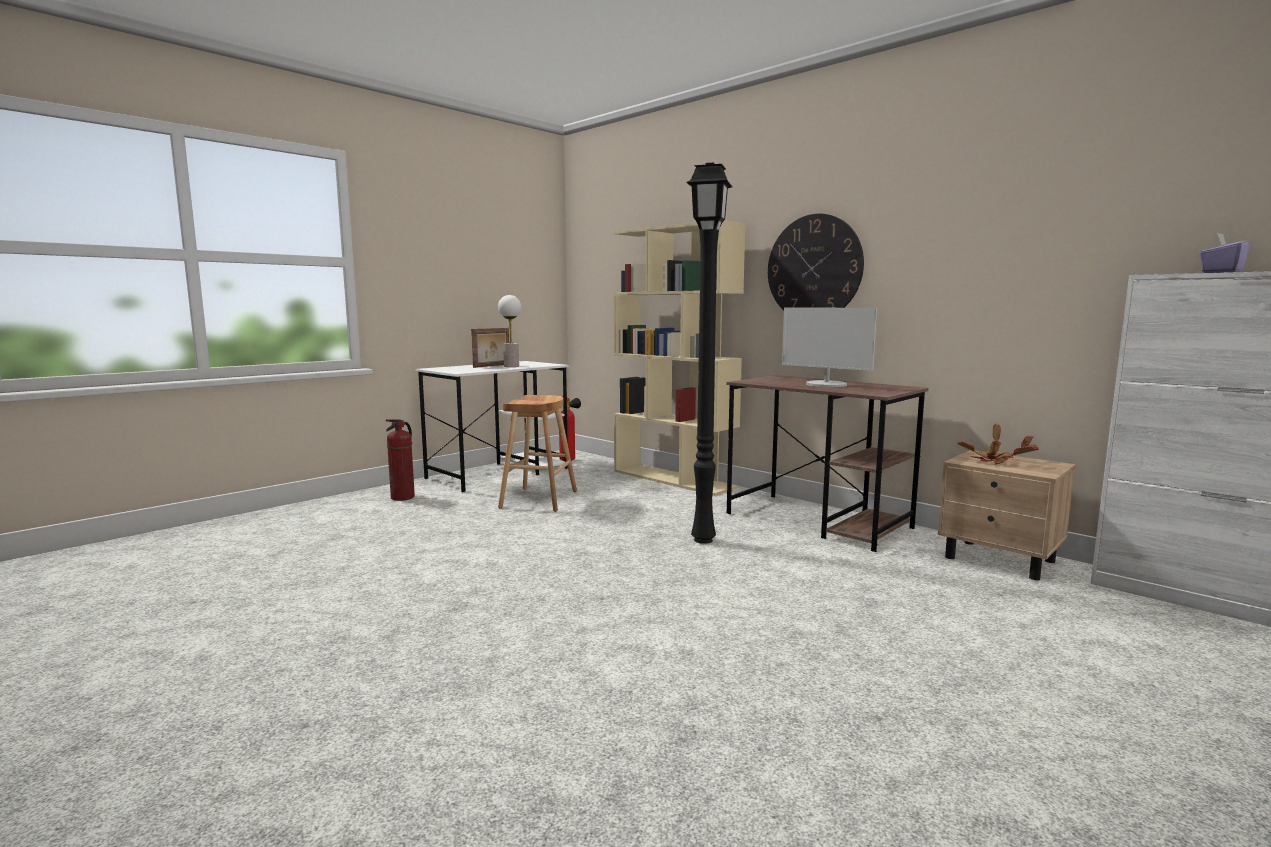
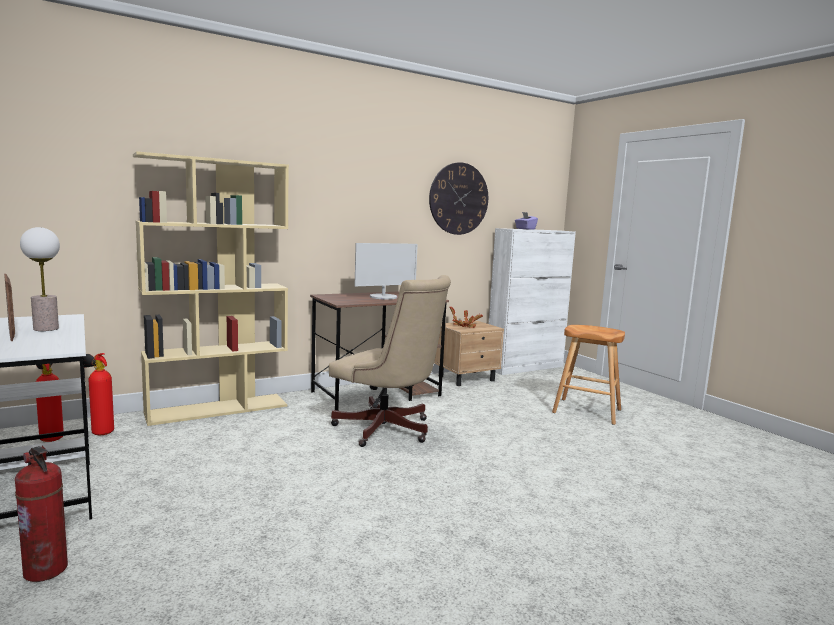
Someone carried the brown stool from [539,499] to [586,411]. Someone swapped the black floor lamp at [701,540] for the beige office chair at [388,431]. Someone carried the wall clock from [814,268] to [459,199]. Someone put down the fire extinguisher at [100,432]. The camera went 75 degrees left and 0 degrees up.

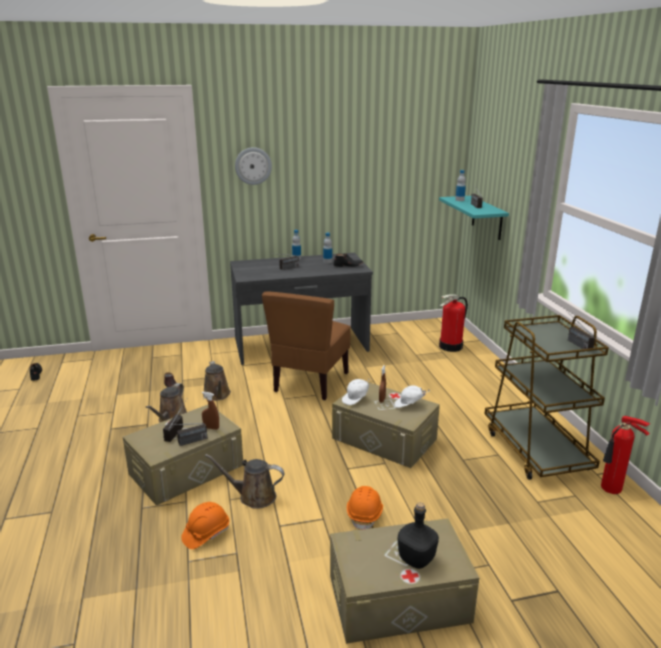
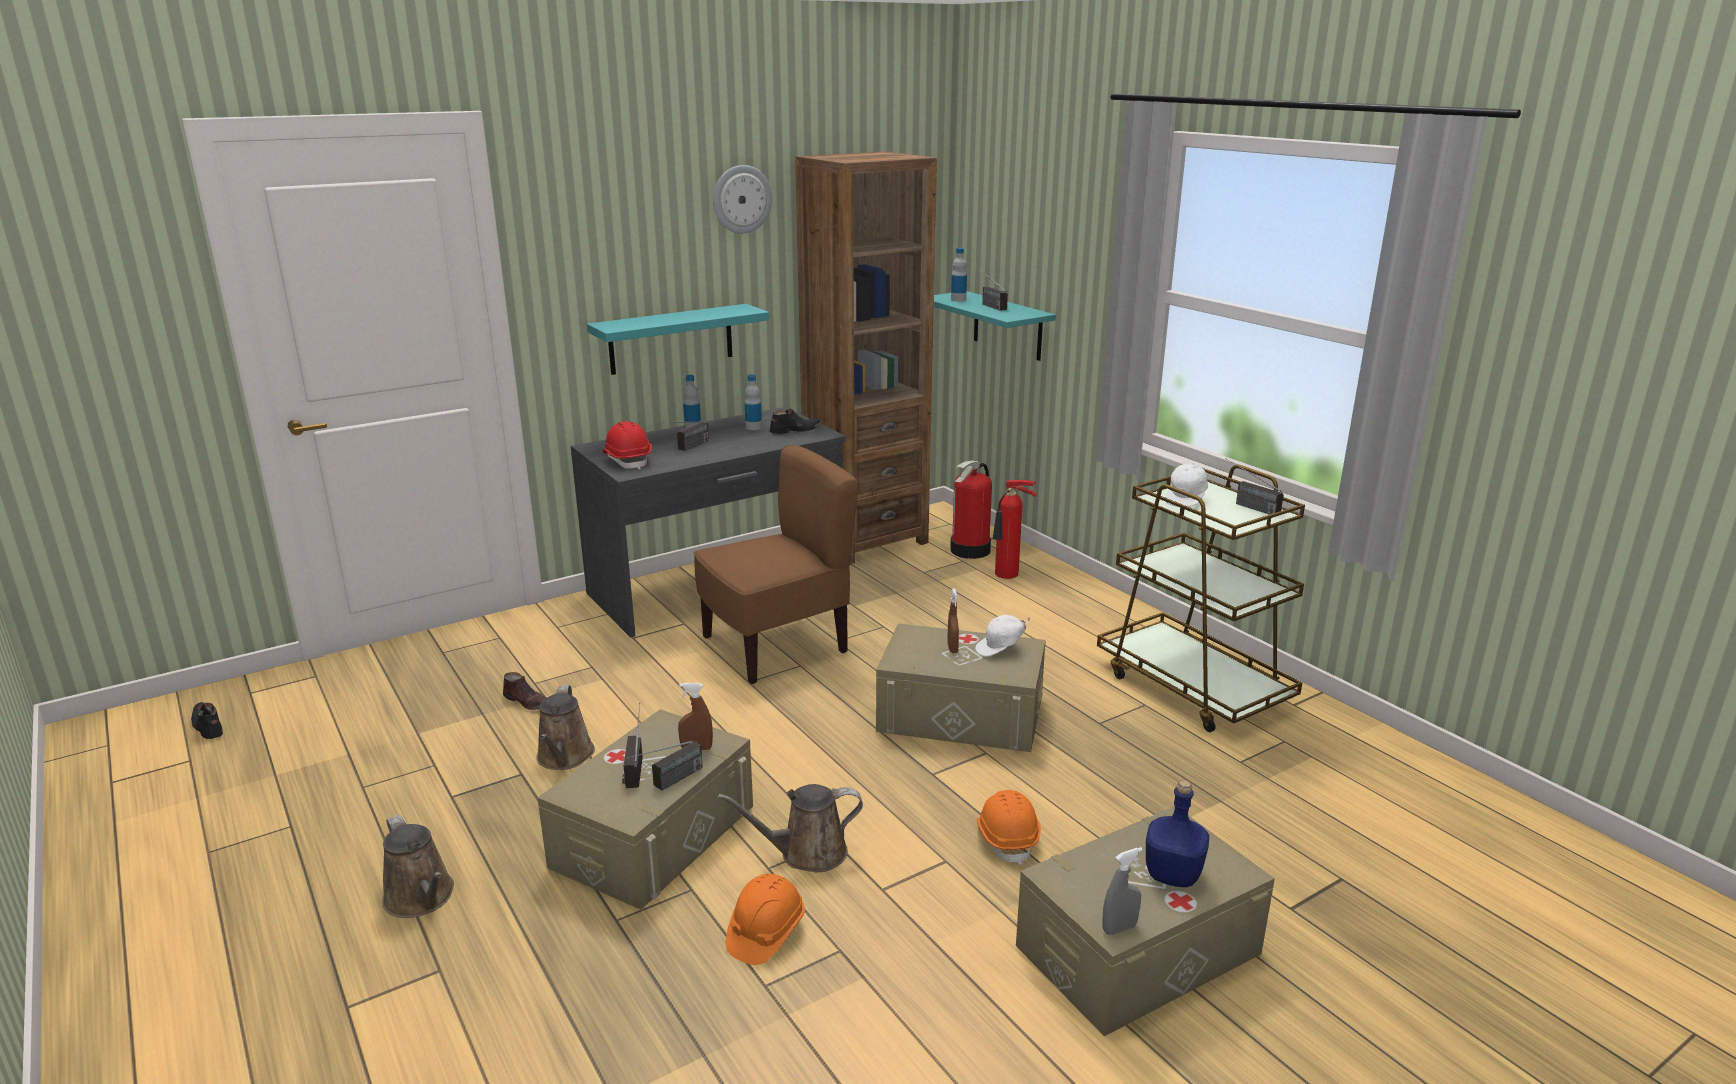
Someone carried the brown watering can from [217,395] to [422,898]. Someone carried the wall clock from [253,166] to [741,199]. Someone rotated the brown chair at [310,382] by 120 degrees counterclockwise. Someone carried the white cap from [356,399] to [1186,499]. Someone repainted the black bottle at [417,559], which became the blue bottle at [1174,875]. Someone carried the fire extinguisher from [611,489] to [1007,575]. Someone put up the turquoise shelf at [671,339]. Someone put down the red hard hat at [628,460]. Someone put down the brown bookcase at [865,540]. Someone put down the grey spray bottle at [1119,928]. The camera went 20 degrees left and 0 degrees up.

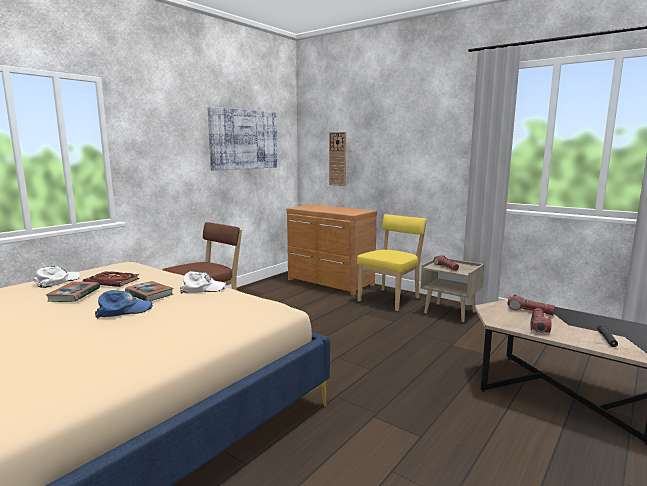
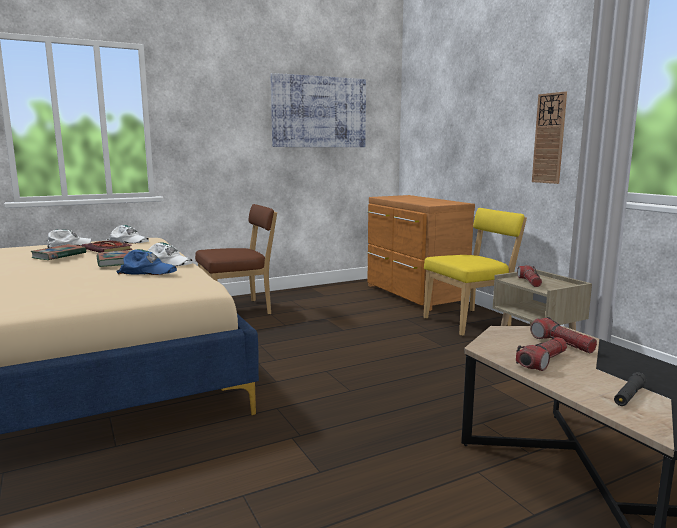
Someone carried the blue cap from [123,310] to [147,271]. Someone carried the wall clock from [338,159] to [549,138]. Someone put down the white cap at [128,241]. The camera went 25 degrees right and 0 degrees up.

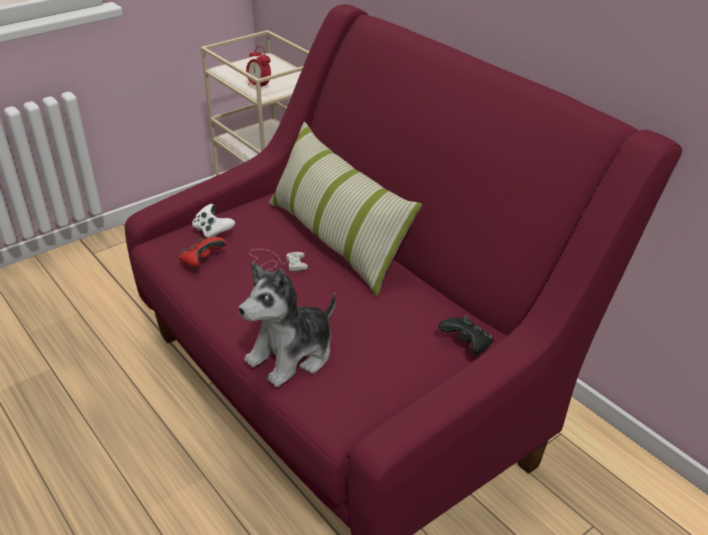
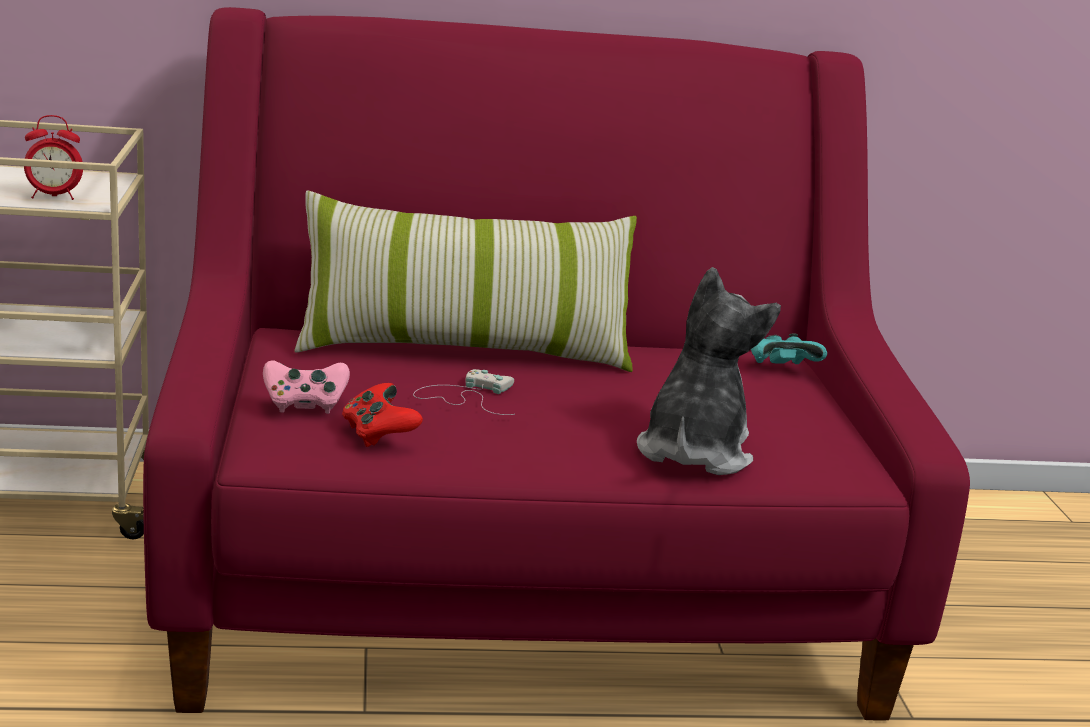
Someone repainted the white game controller at [213,231], which became the pink game controller at [304,405]. Someone rotated the plush toy at [292,355] by 150 degrees counterclockwise. Someone repainted the black game controller at [467,345], which became the turquoise game controller at [781,368]. The camera went 60 degrees left and 15 degrees down.

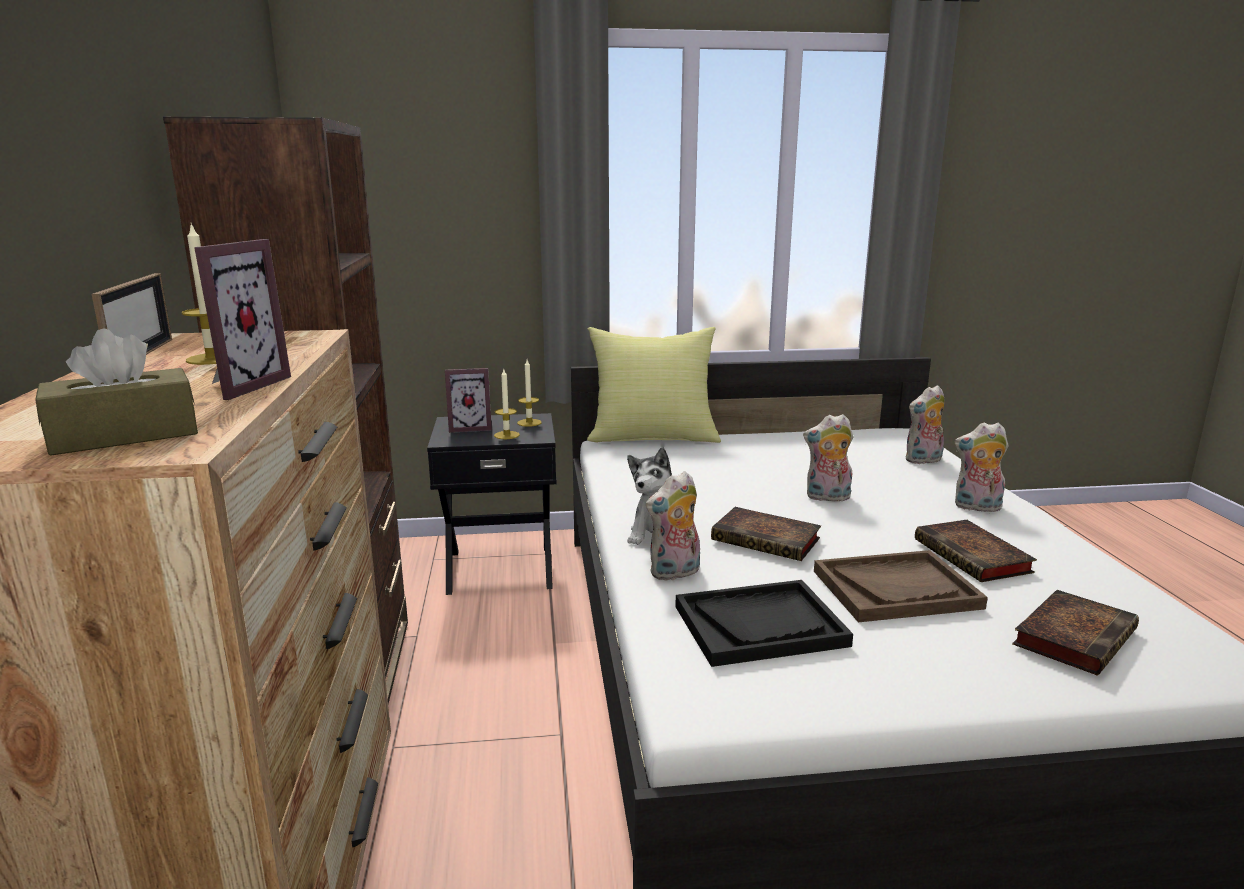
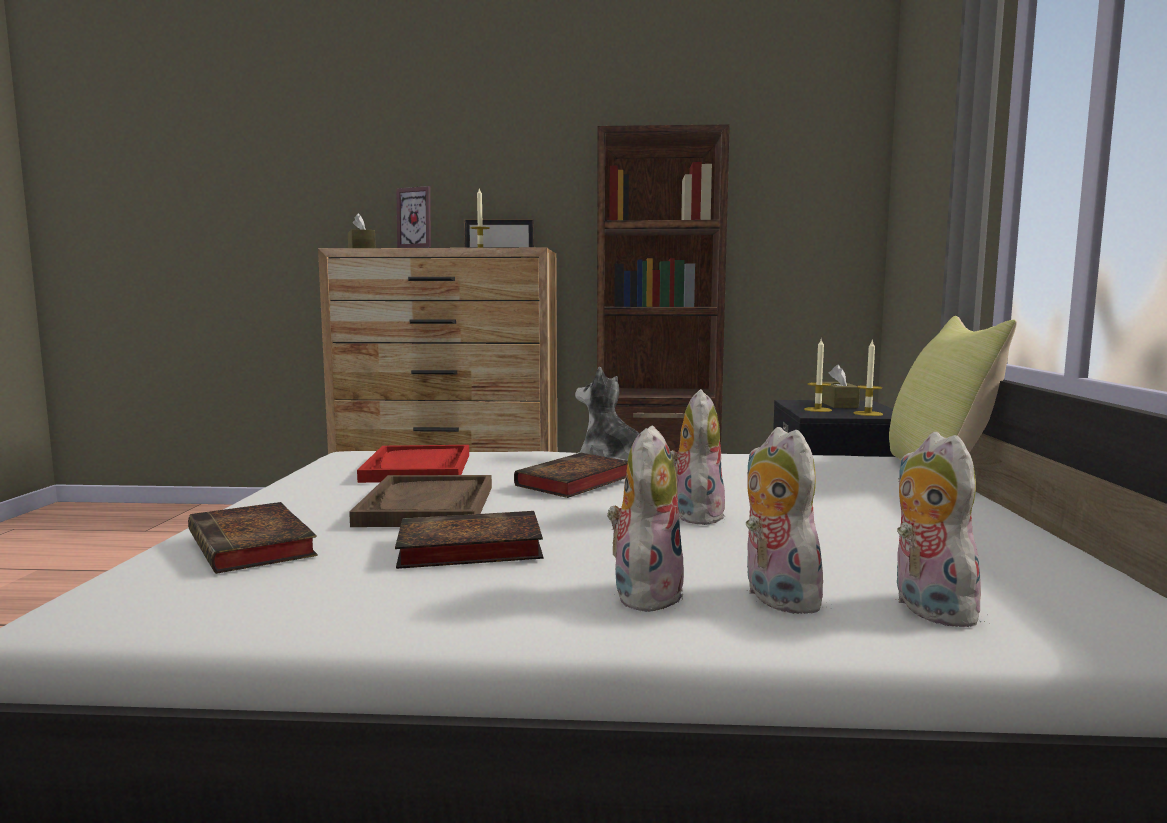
Someone swapped the picture frame at [470,428] for the brown tissue box at [838,404]. Someone carried the plush toy from [675,573] to [775,597]. Someone repainted the black tray at [760,625], which became the red tray at [418,468]. The camera went 100 degrees right and 10 degrees down.

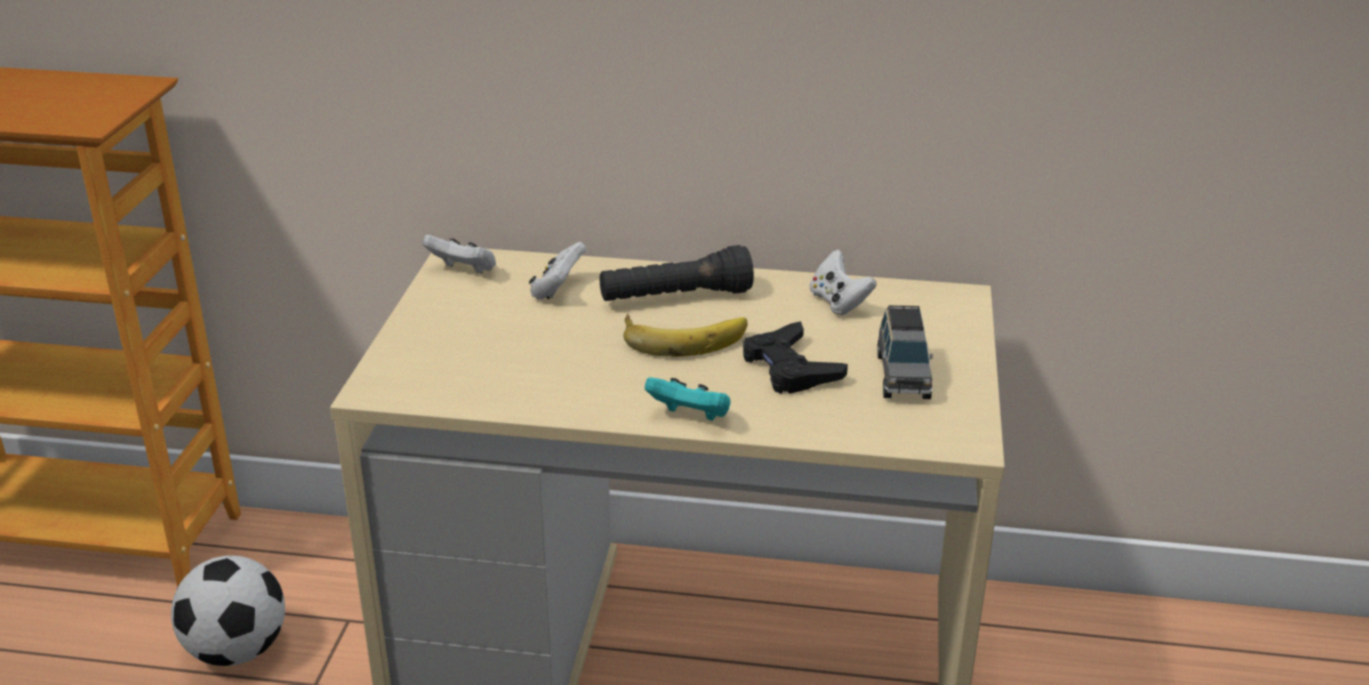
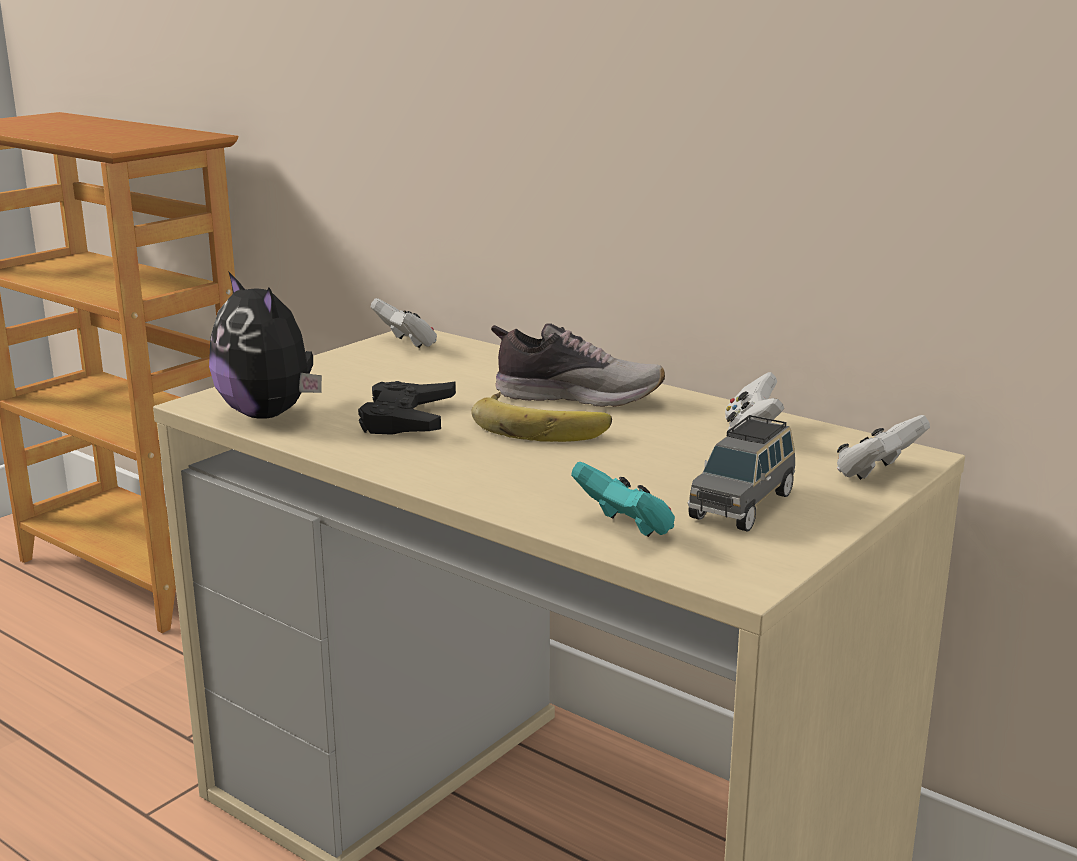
Someone took away the football at [237,651]. Someone carried the white game controller from [557,290] to [877,473]. Someone swapped the black flashlight at [675,298] for the shoe at [577,396]. Someone carried the turquoise game controller from [690,417] to [625,528]. Someone carried the black game controller from [790,368] to [407,418]. Someone put down the plush toy at [269,414]. The camera went 30 degrees right and 10 degrees down.

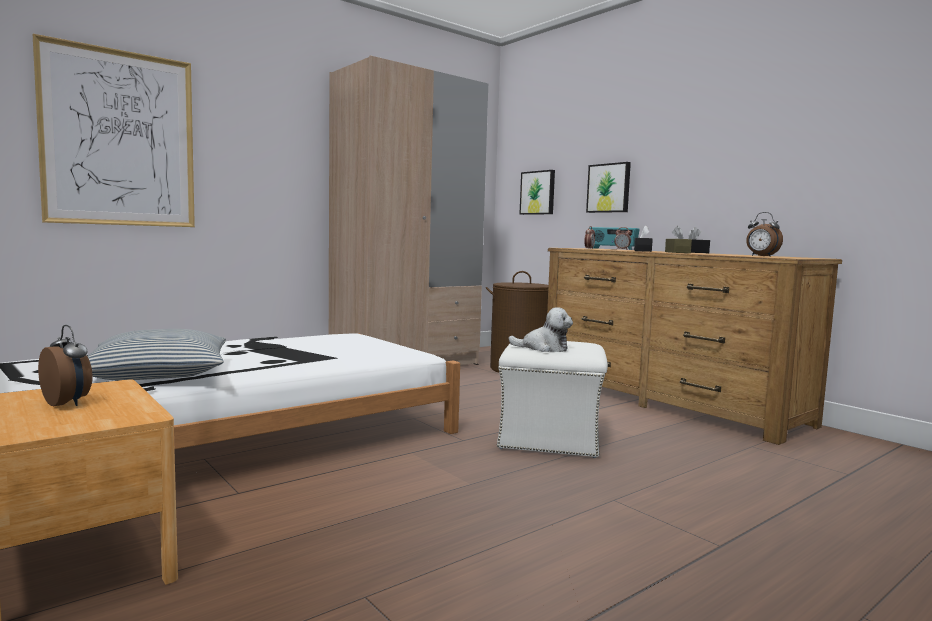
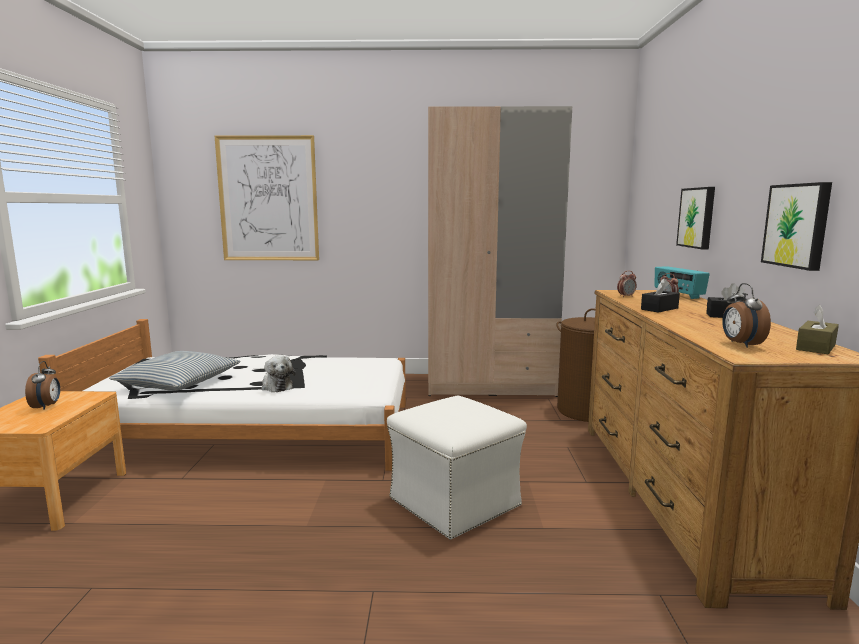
Someone carried the plush toy from [544,348] to [276,386]. Someone carried the picture from [538,193] to [797,225]. Someone carried the brown tissue box from [677,252] to [816,347]. The camera went 40 degrees right and 5 degrees up.

